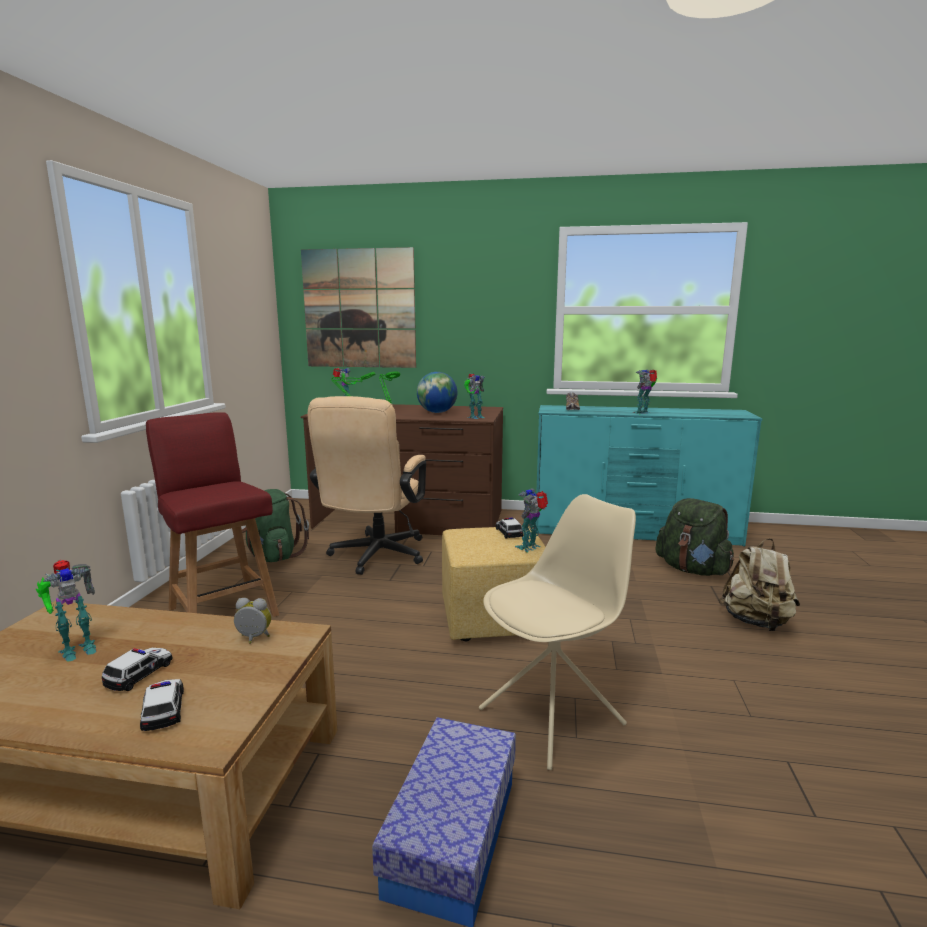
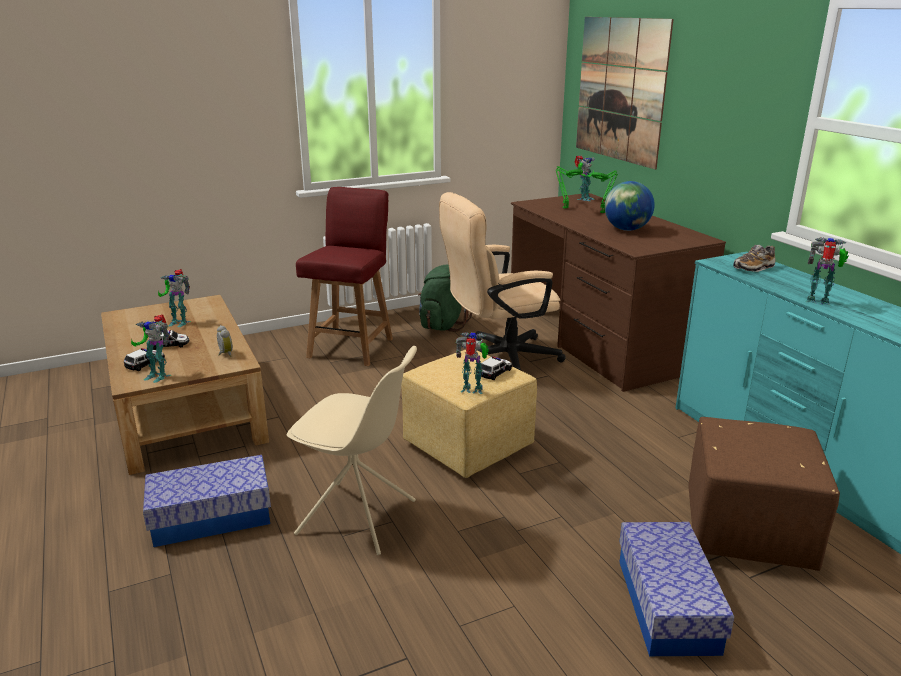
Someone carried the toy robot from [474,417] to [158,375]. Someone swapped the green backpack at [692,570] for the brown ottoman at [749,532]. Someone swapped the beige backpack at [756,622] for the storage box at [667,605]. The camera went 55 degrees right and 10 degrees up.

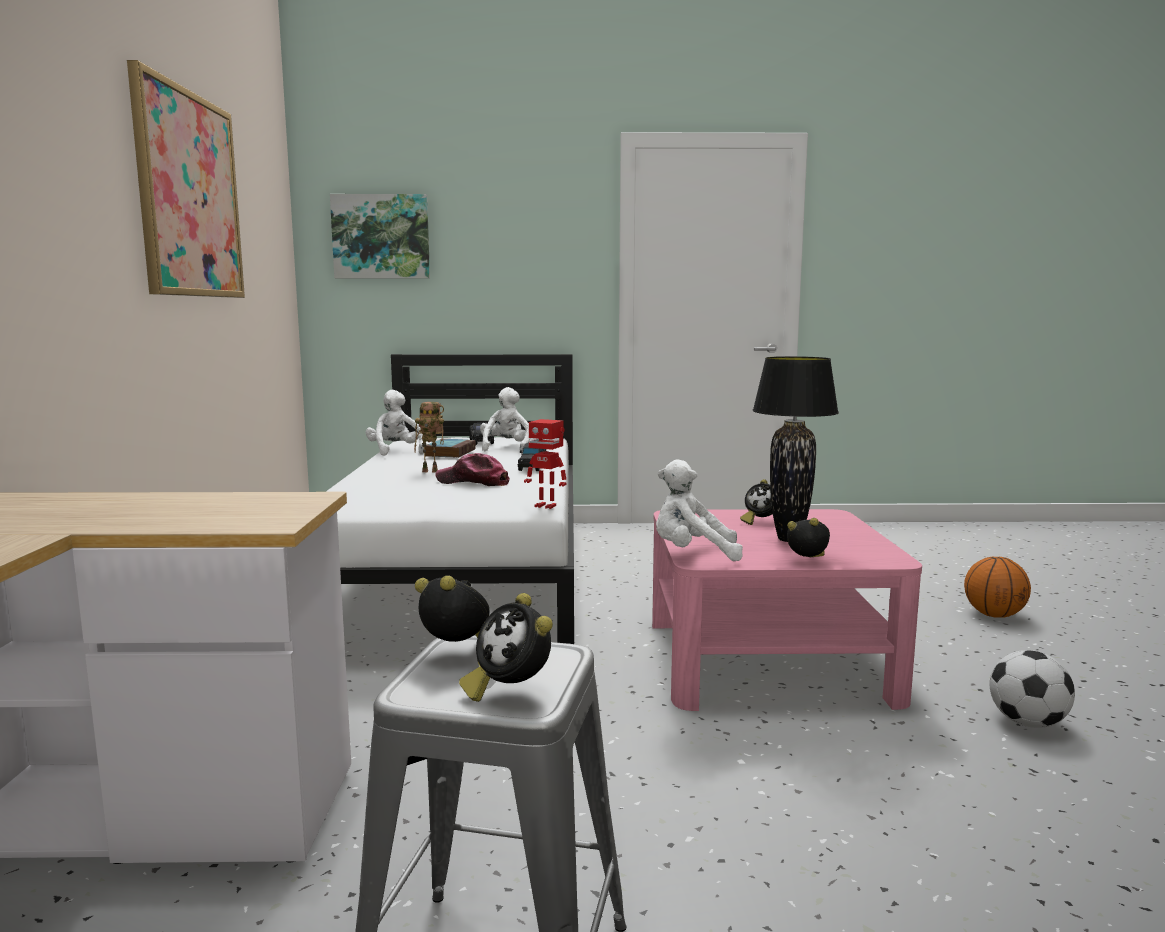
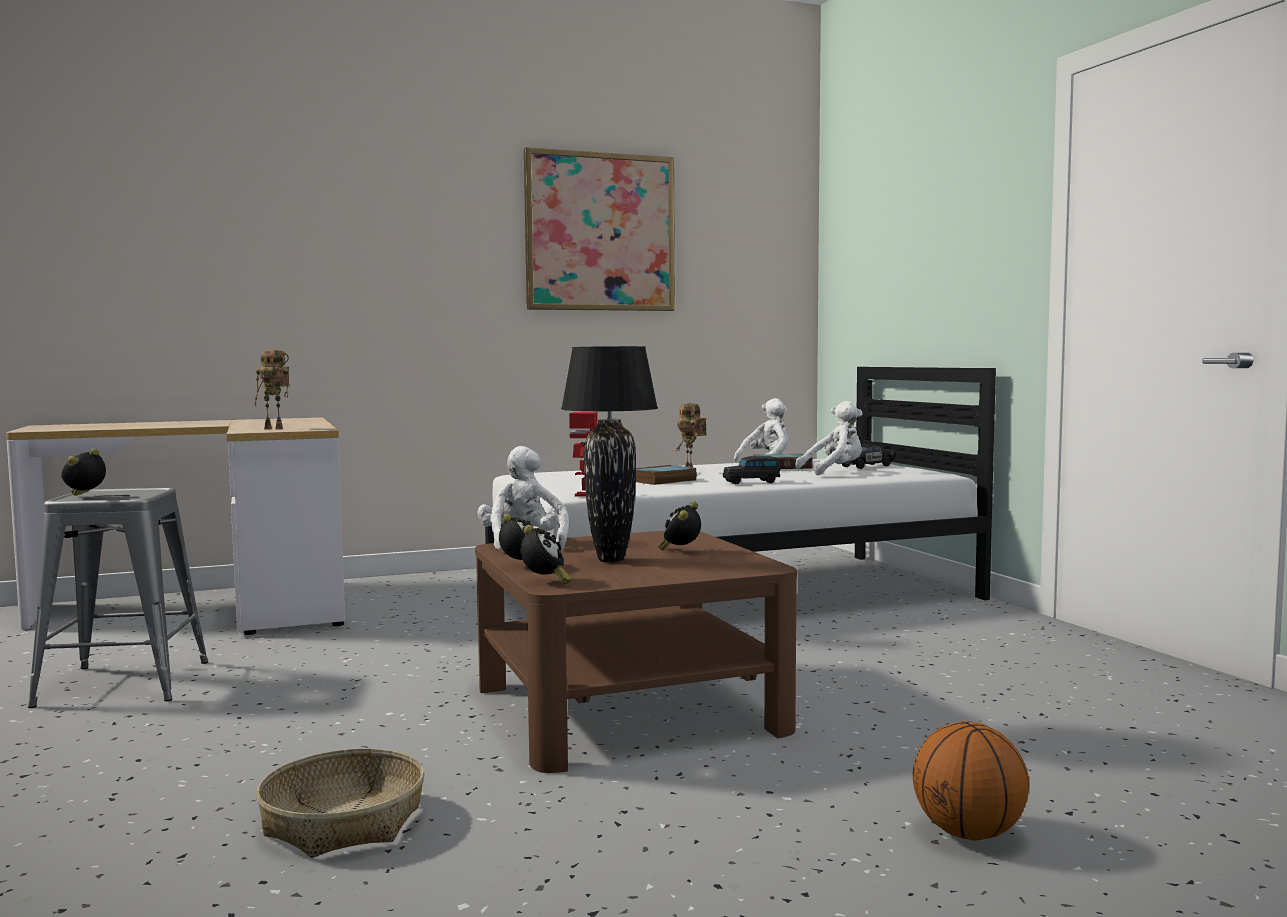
Someone took away the picture at [381,237]. Someone carried the alarm clock from [458,650] to [545,582]. Someone swapped the cap at [473,482] for the book at [661,480]. Someone repainted the pink coffee table at [765,659], which became the brown coffee table at [628,707]. Someone took away the football at [1027,723]. Someone put down the toy robot at [275,429]. Someone put down the basket at [343,822]. The camera went 70 degrees right and 5 degrees down.

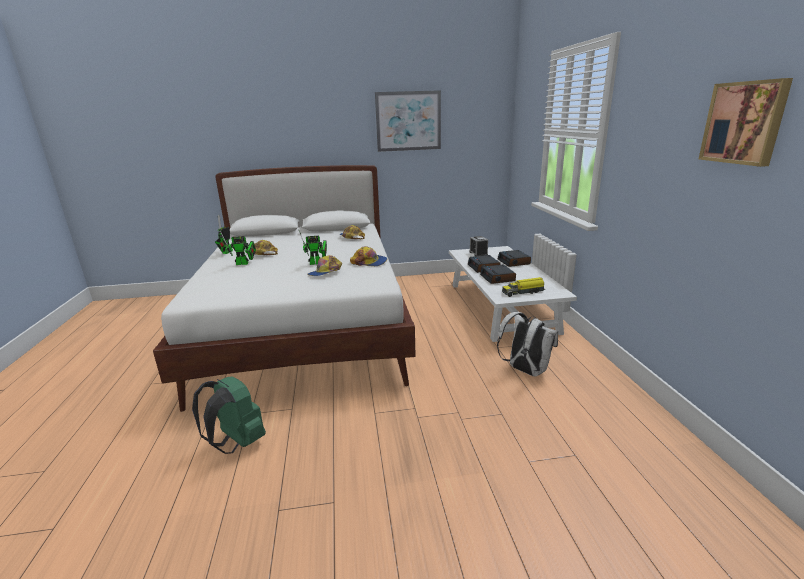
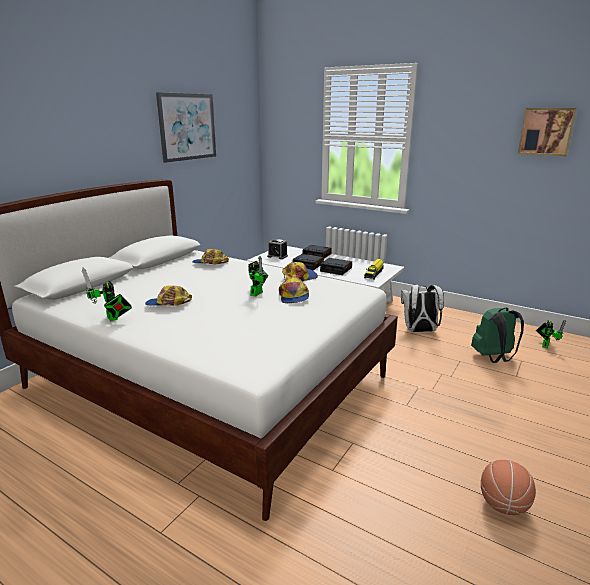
Someone carried the green backpack from [237,442] to [493,358]. Someone carried the toy robot from [244,263] to [545,344]. Someone put down the basketball at [503,505]. The camera went 50 degrees left and 0 degrees up.

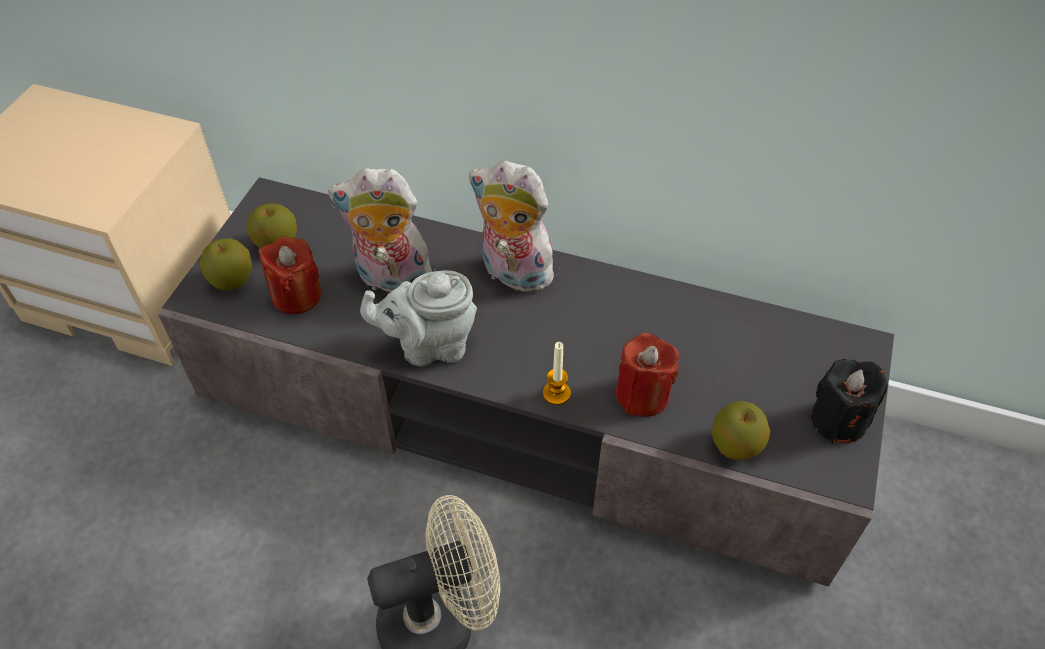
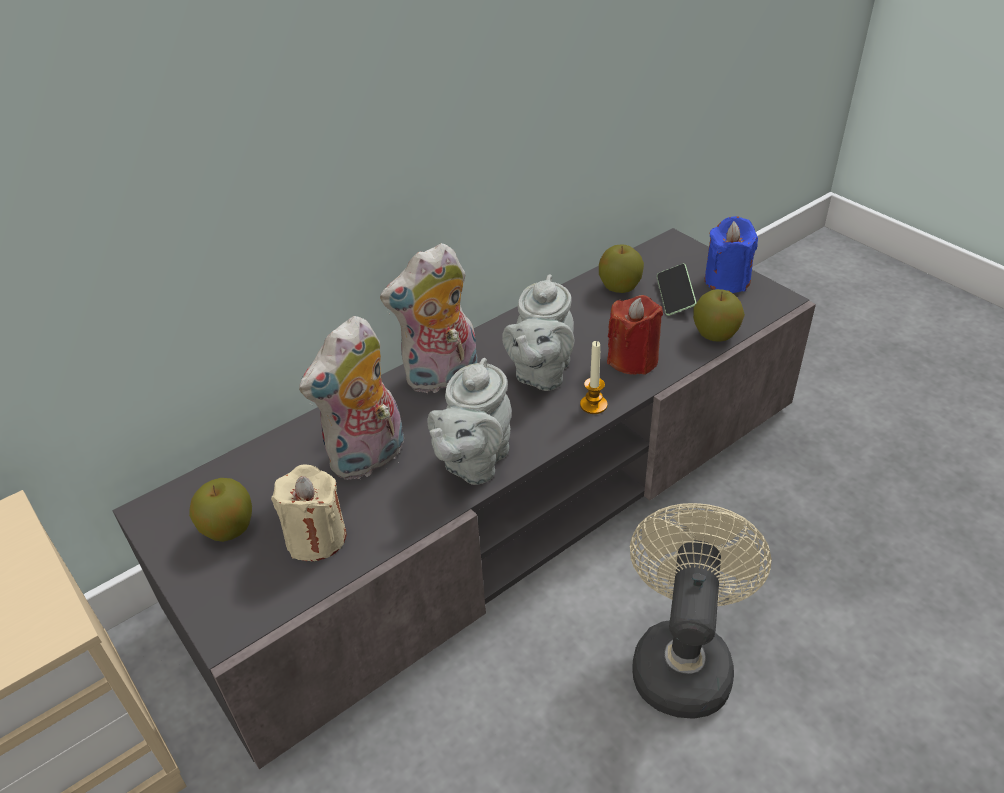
Someone carried the apple from [232,280] to [620,287]. Someone repainted the red candle at [296,295], which became the beige candle at [316,538]. Someone repainted the black candle at [838,420], which became the blue candle at [727,280]. Someone put down the grey teapot at [541,373]. Someone put down the phone at [674,297]. The camera went 55 degrees left and 10 degrees down.

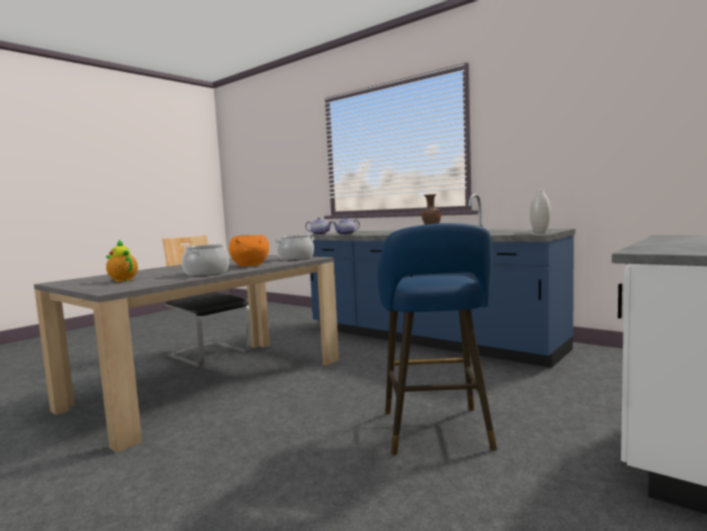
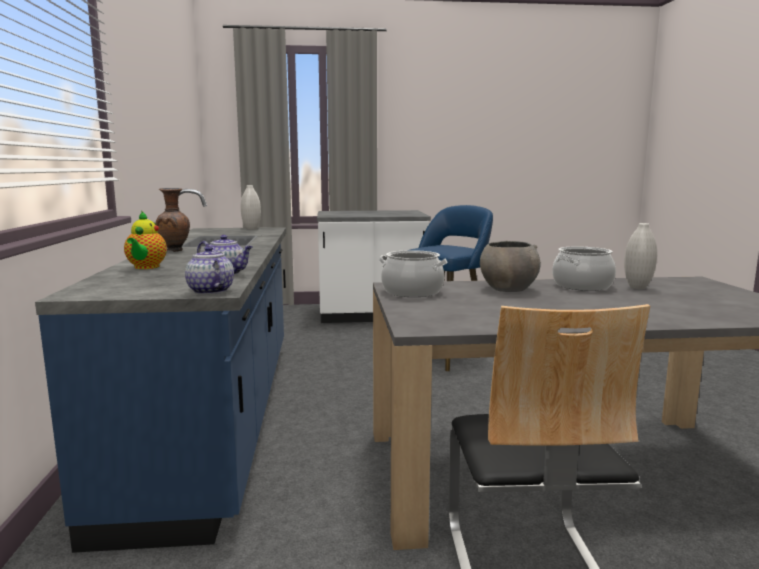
Someone carried the teapot from [122,280] to [146,267]. Someone repainted the orange bowl at [250,265], which became the grey bowl at [508,289]. Someone put down the white vase at [637,287]. The camera went 135 degrees left and 5 degrees up.

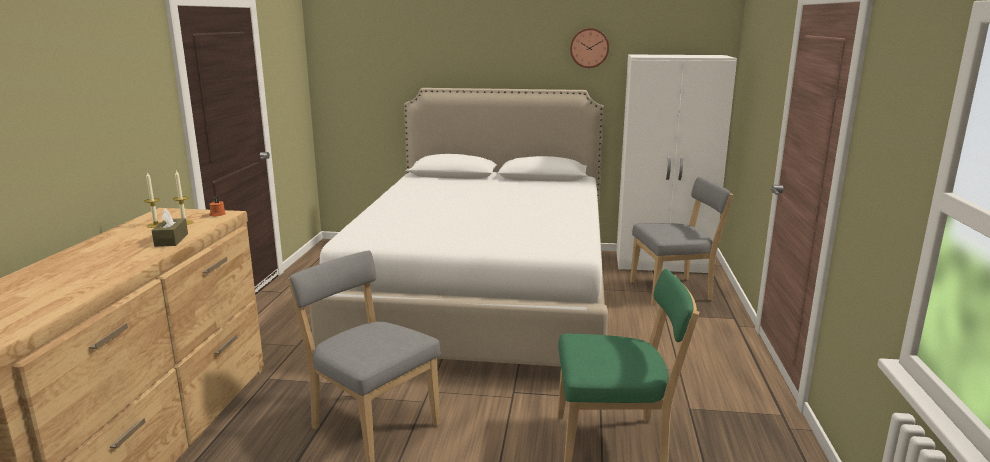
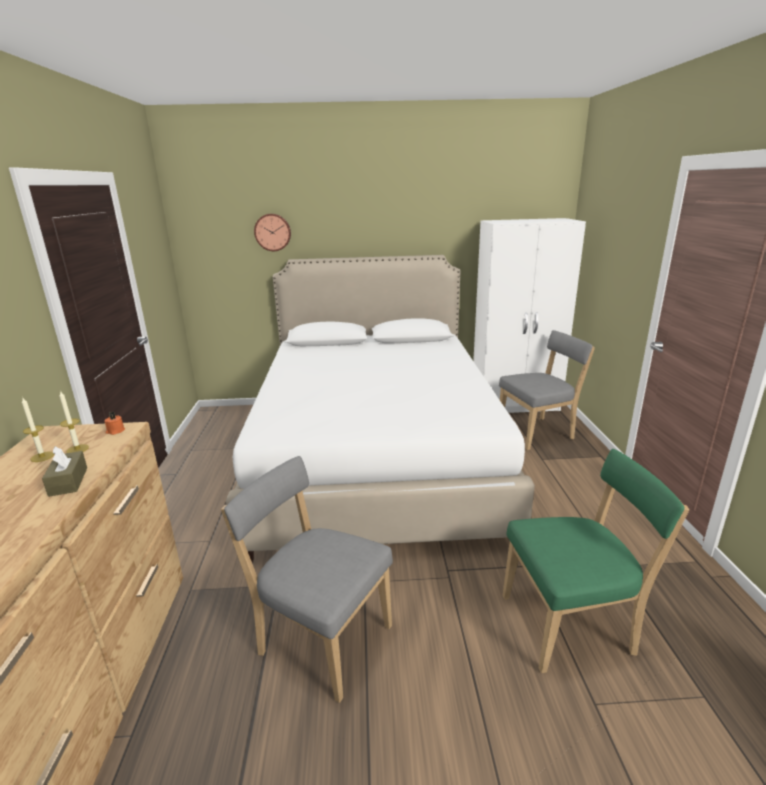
Someone carried the wall clock from [589,48] to [273,232]. The camera went 10 degrees left and 5 degrees up.

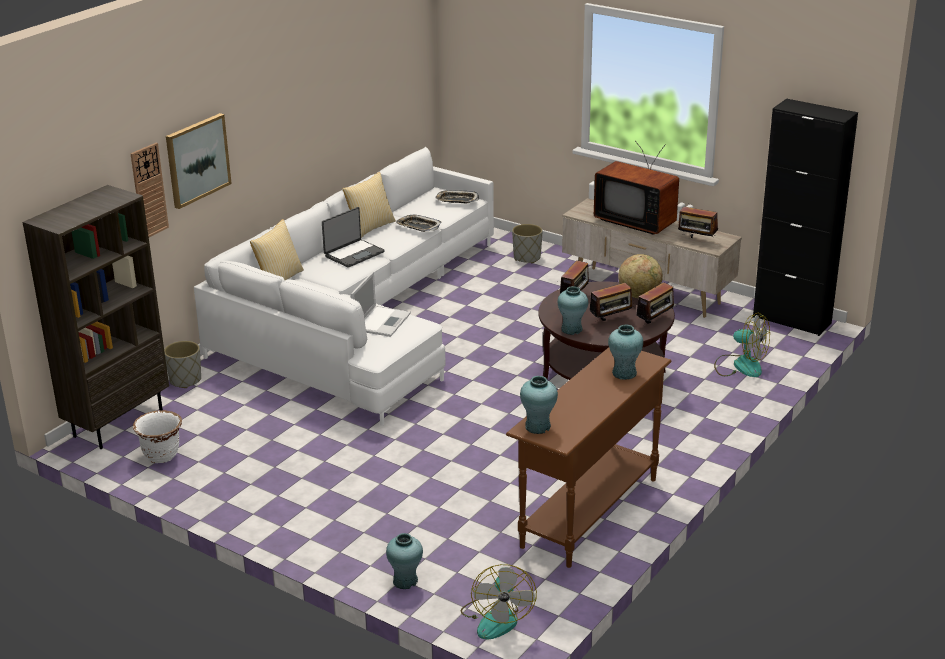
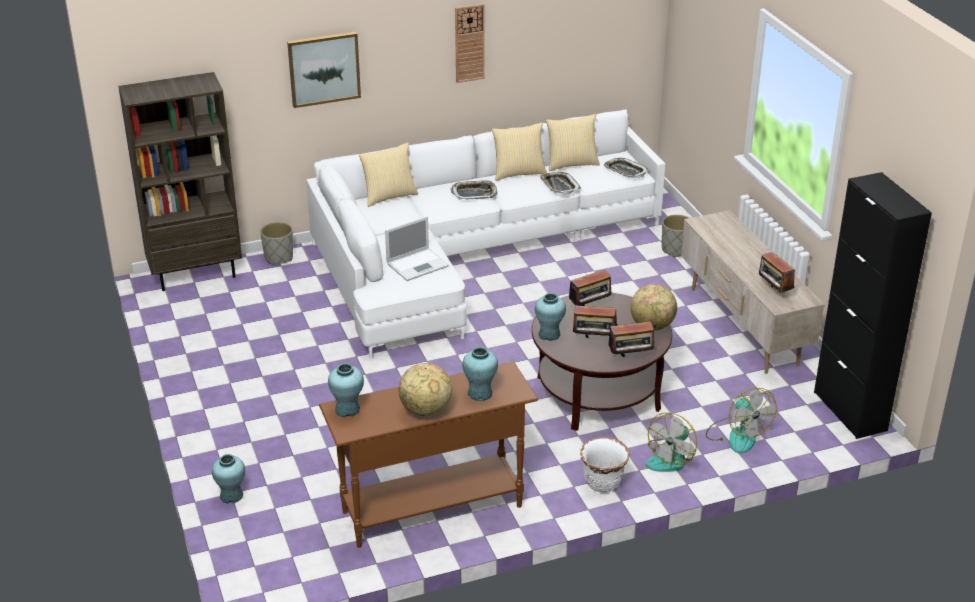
Someone carried the wall clock from [149,191] to [469,43]. Someone carried the white planter from [161,455] to [602,483]. Someone swapped the laptop at [353,254] for the tray at [474,193]. Someone carried the fan from [497,618] to [671,458]. Someone took away the television at [637,221]. Someone put down the globe at [426,410]. Someone put down the pillow at [571,164]. The camera went 35 degrees right and 5 degrees up.

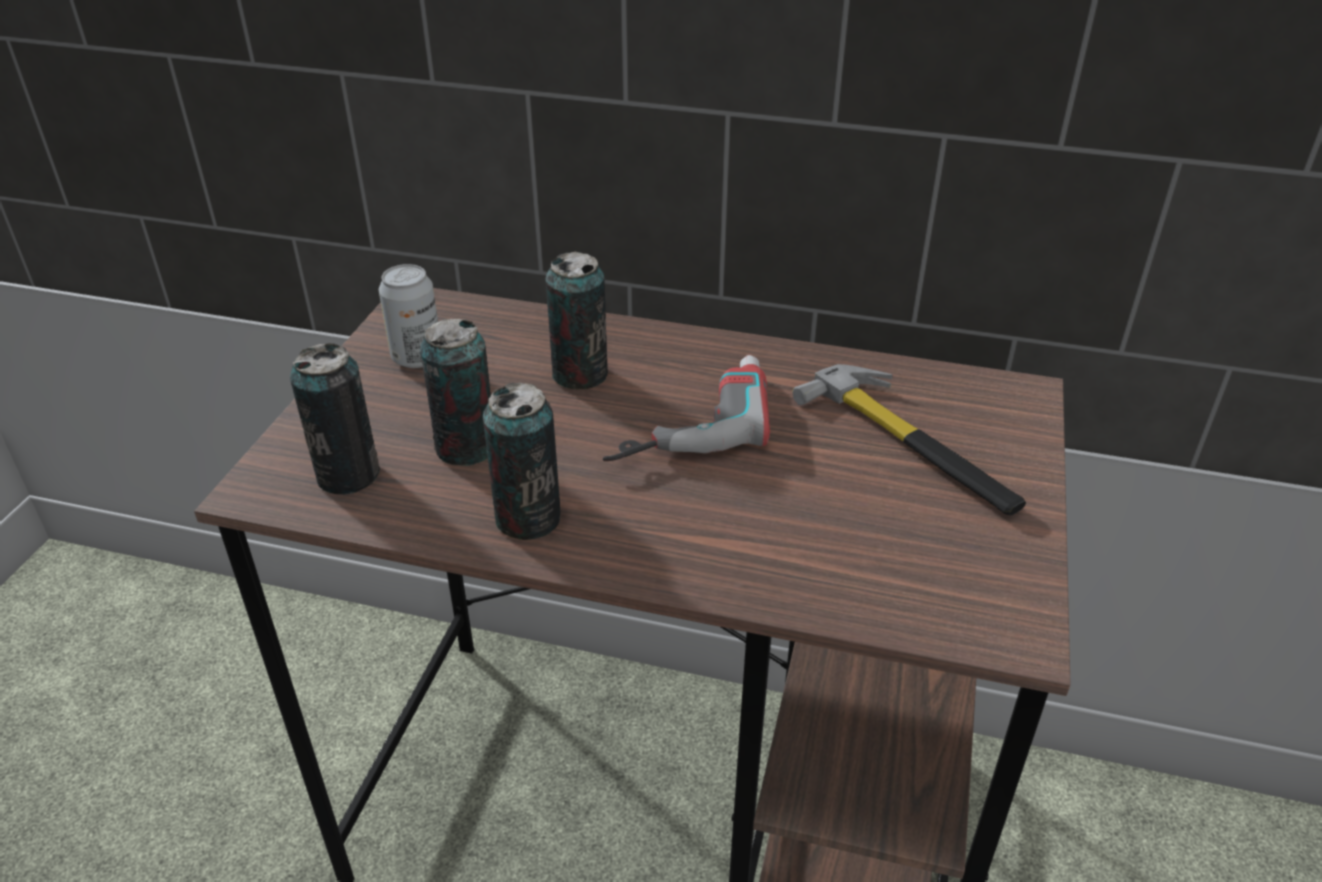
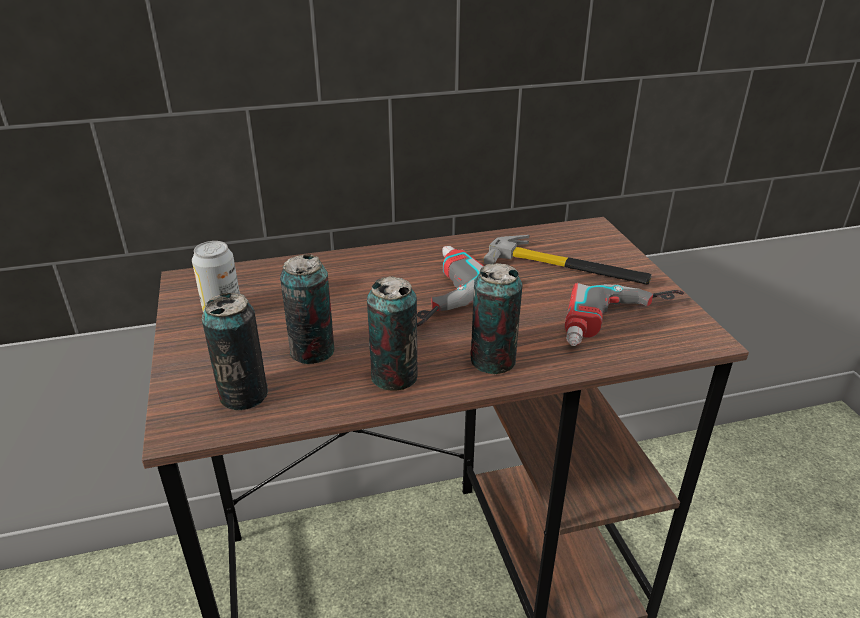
Someone carried the can from [580,374] to [493,361]. Someone put down the power drill at [624,325]. The camera went 30 degrees left and 5 degrees down.

